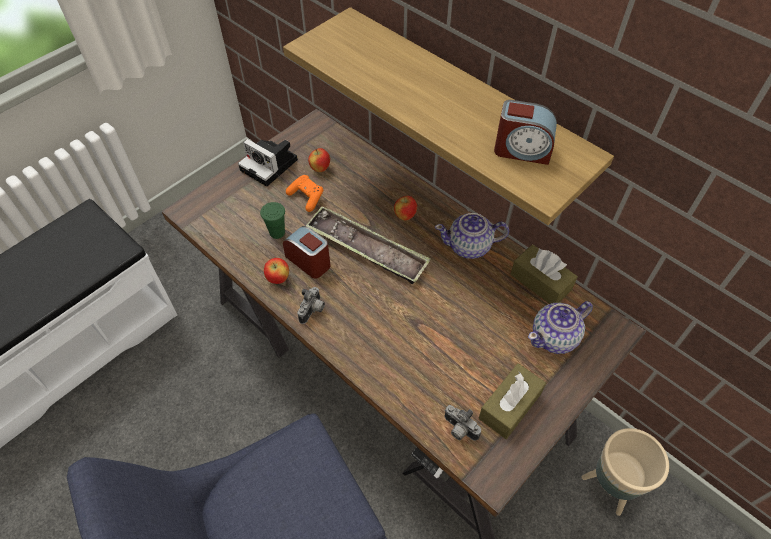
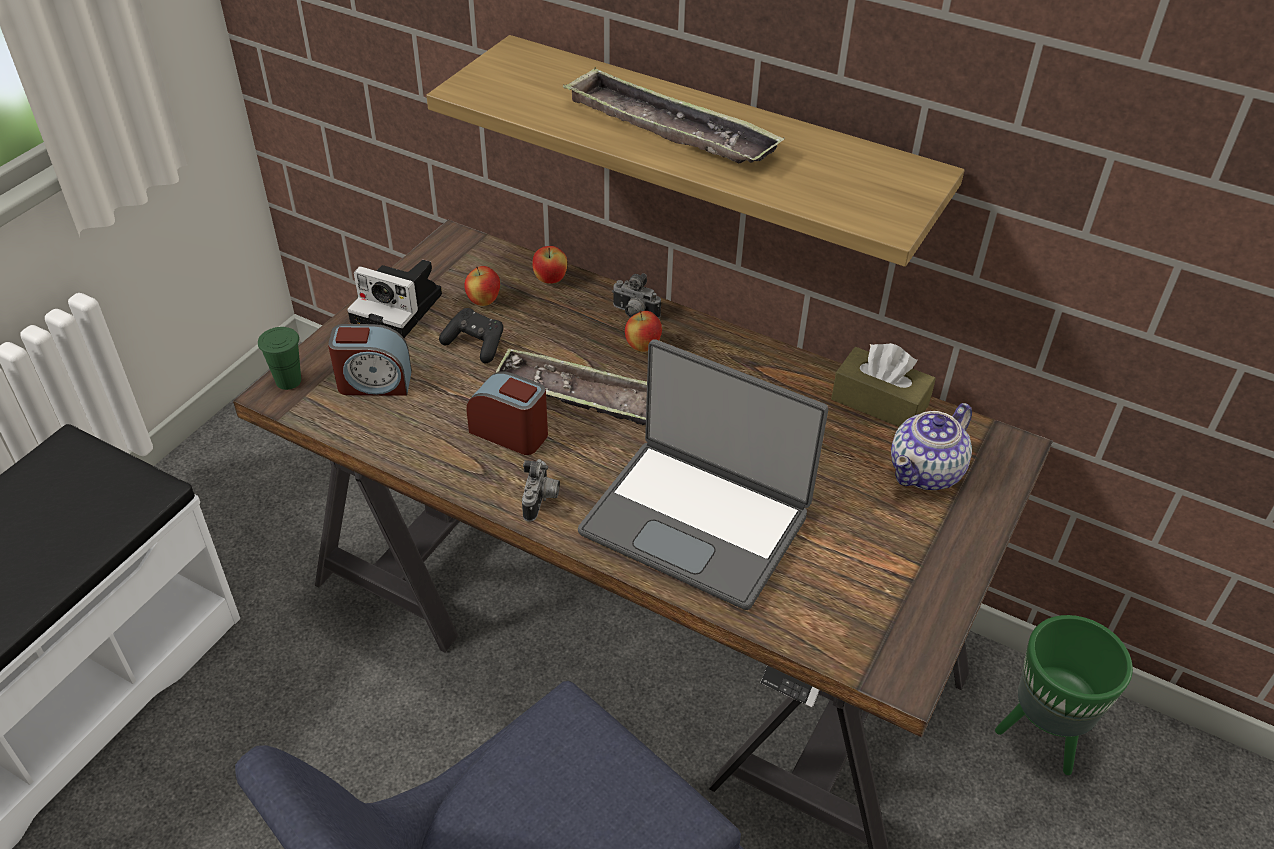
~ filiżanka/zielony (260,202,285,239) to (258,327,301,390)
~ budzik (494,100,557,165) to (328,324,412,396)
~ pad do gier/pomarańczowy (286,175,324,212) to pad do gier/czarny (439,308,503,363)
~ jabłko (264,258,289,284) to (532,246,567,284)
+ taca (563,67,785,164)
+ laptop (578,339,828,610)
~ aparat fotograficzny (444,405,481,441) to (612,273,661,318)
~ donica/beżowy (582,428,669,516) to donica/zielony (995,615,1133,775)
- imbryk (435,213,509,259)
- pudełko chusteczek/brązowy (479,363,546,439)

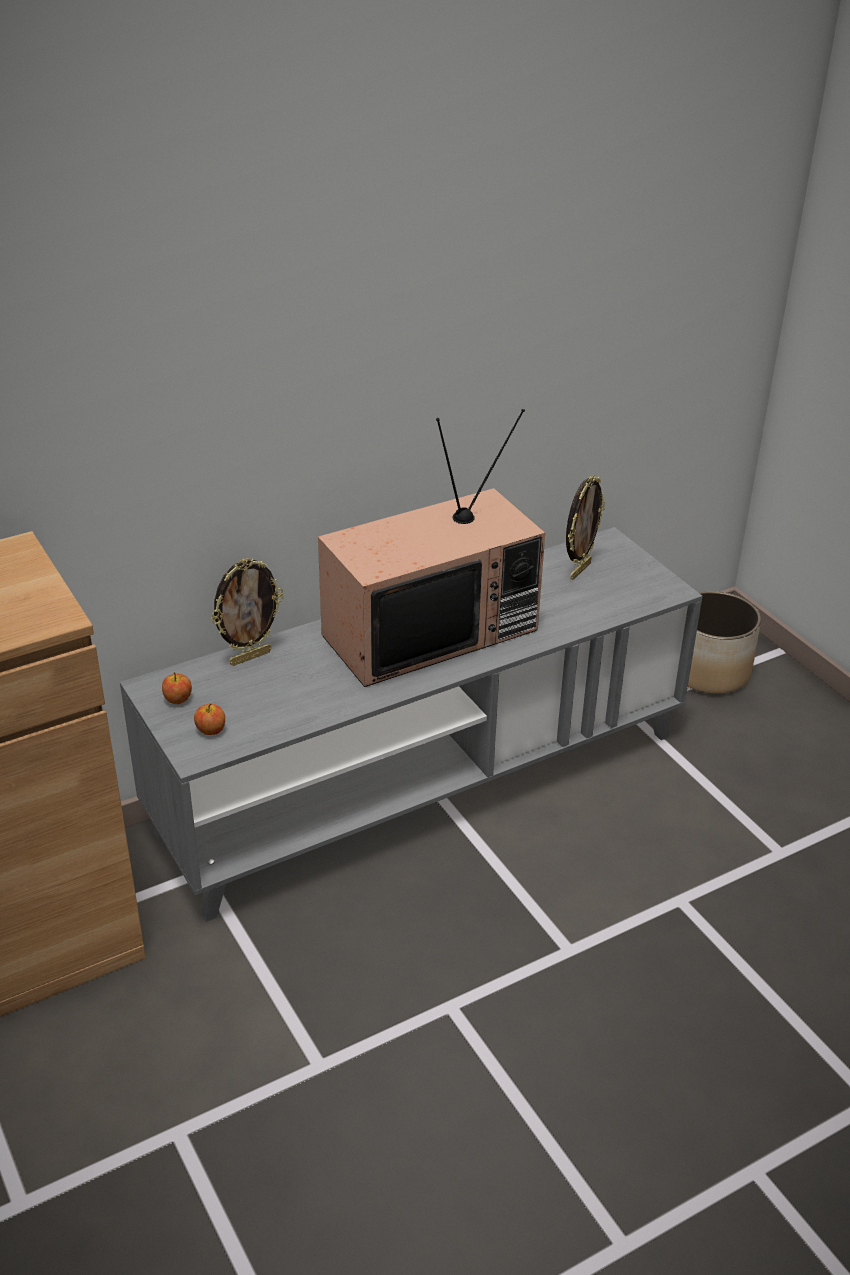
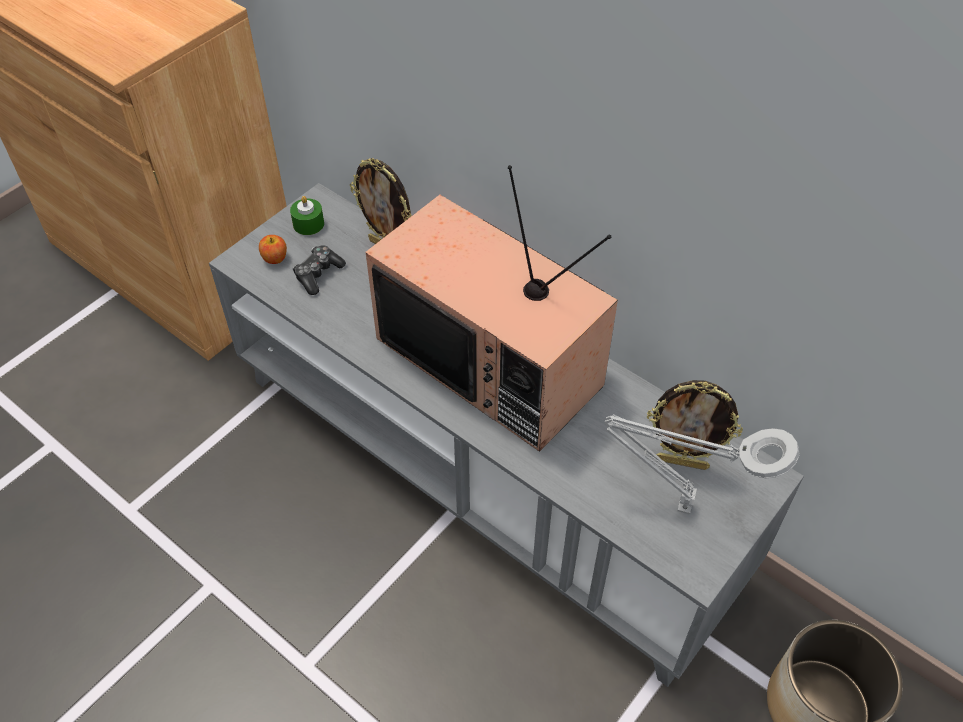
~ jabłko (162,672,192,704) to świeca/zielony (290,196,324,235)
+ pad do gier (293,245,346,295)
+ lampa stołowa/szary (604,414,799,515)

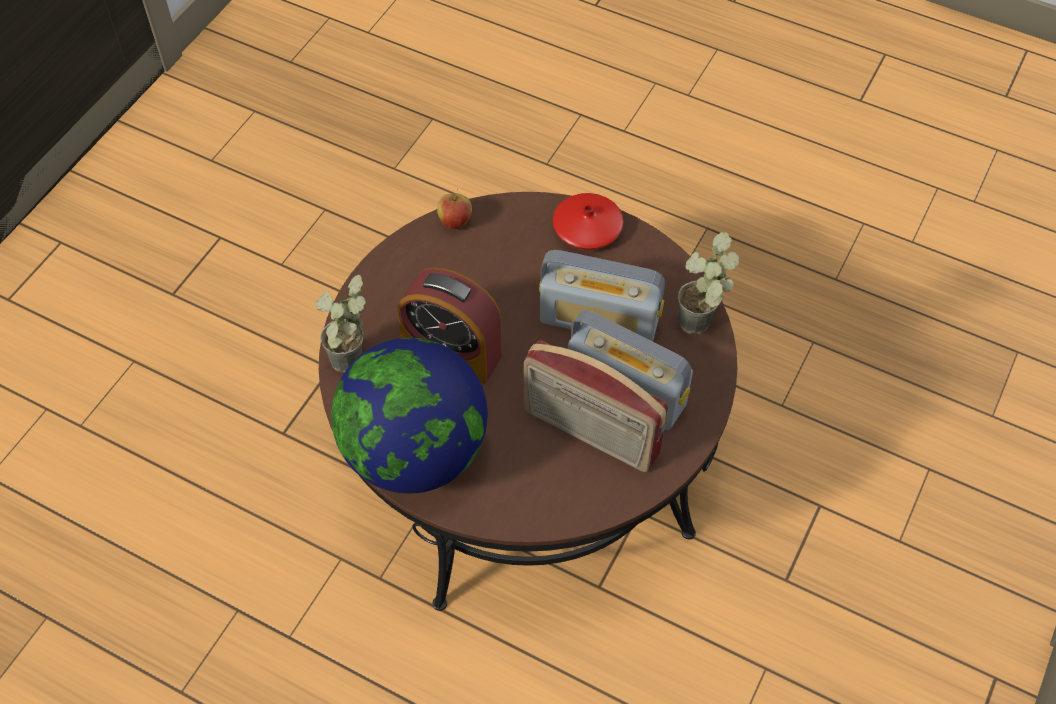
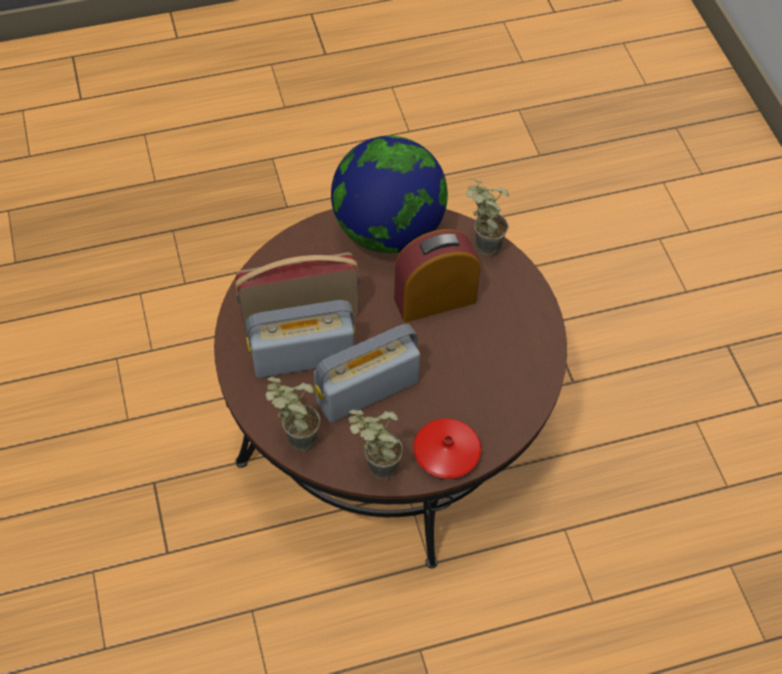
+ roślina doniczkowa (348,410,403,480)
- jabłko (437,188,472,230)

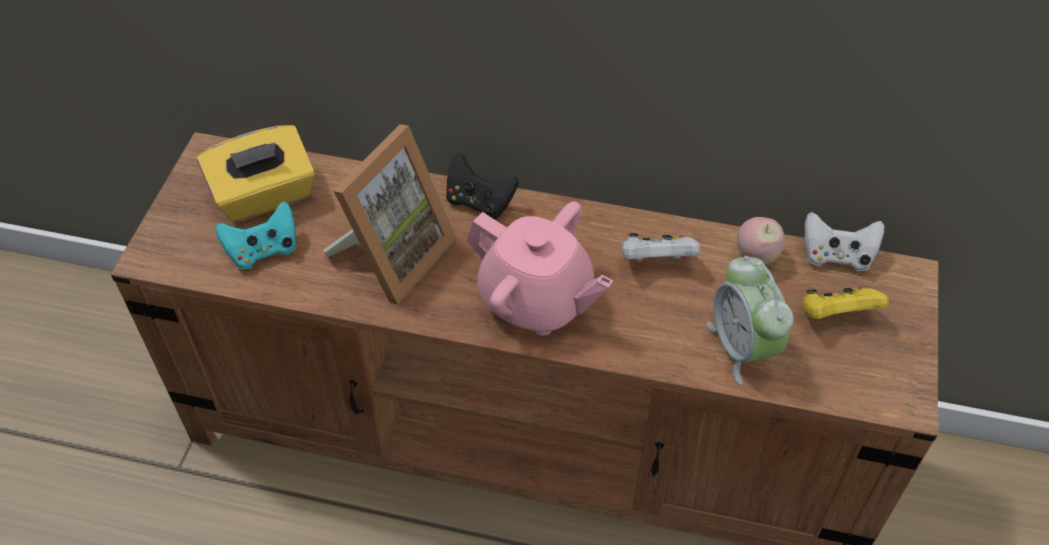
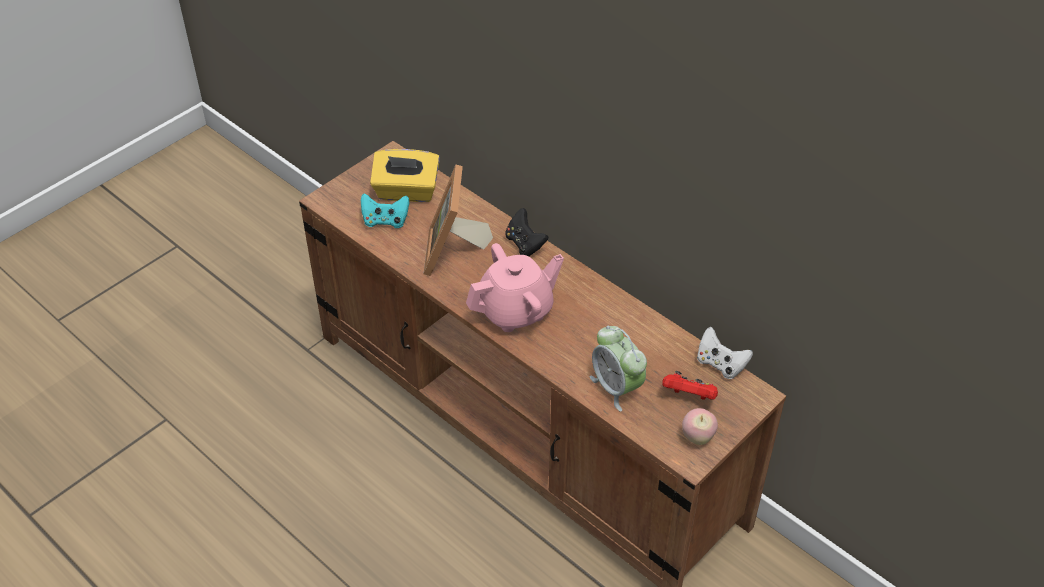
~ ramka na zdjęcie (323,124,456,305) = (424,164,493,276) 120 degrees clockwise
~ imbryk/różowy (467,201,613,336) = (466,243,564,332) 90 degrees counterclockwise
~ budzik (707,256,794,385) = (590,326,647,412) 45 degrees counterclockwise
~ pad do gier/żółty (802,287,889,319) to pad do gier/czerwony (662,371,718,400)
~ jabłko (737,217,785,265) to (682,408,718,445)
- pad do gier/biały (622,233,701,262)

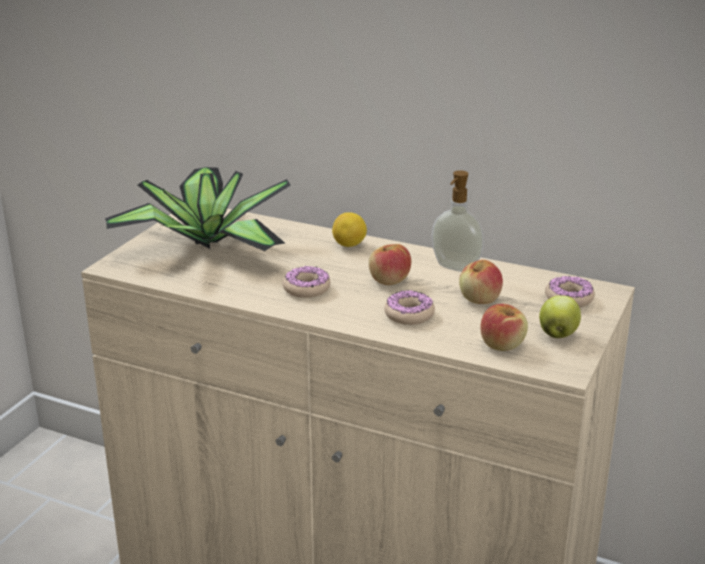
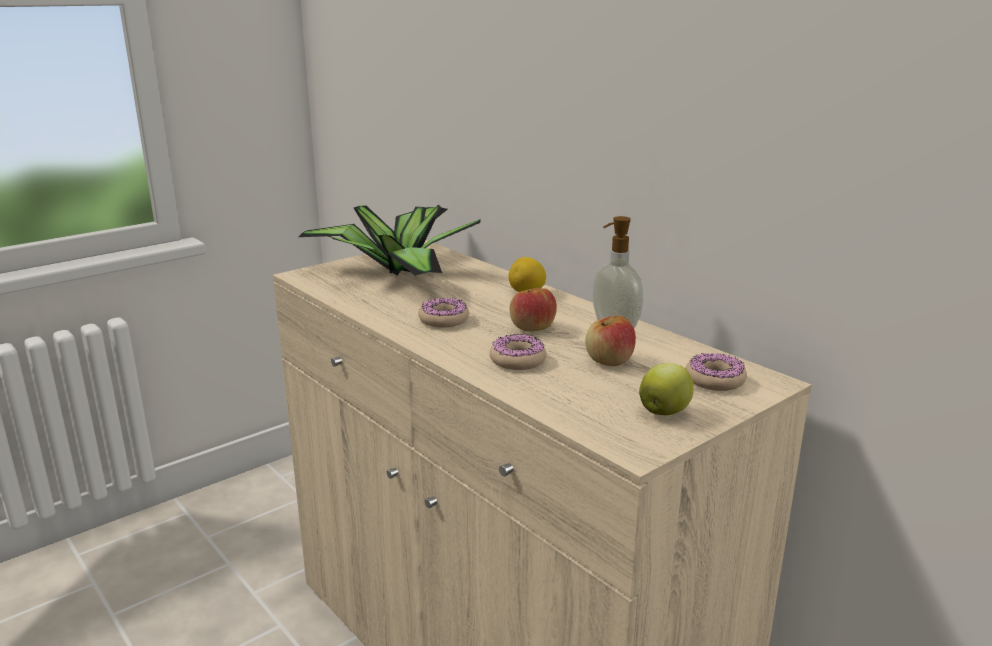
- jabłko (480,304,528,351)

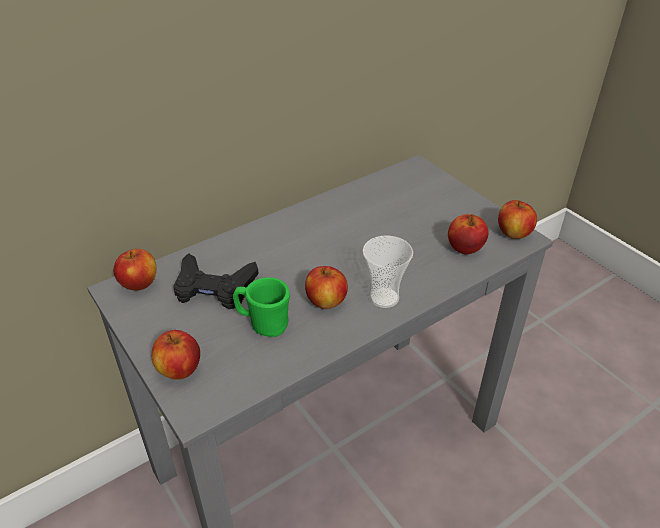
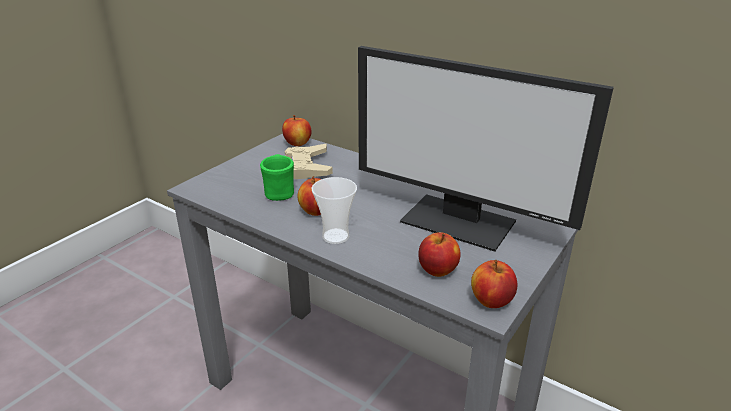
~ pad do gier/czarny (173,253,259,309) to pad do gier/beżowy (285,144,333,179)
+ monitor (358,46,614,252)
- jabłko (152,330,200,380)

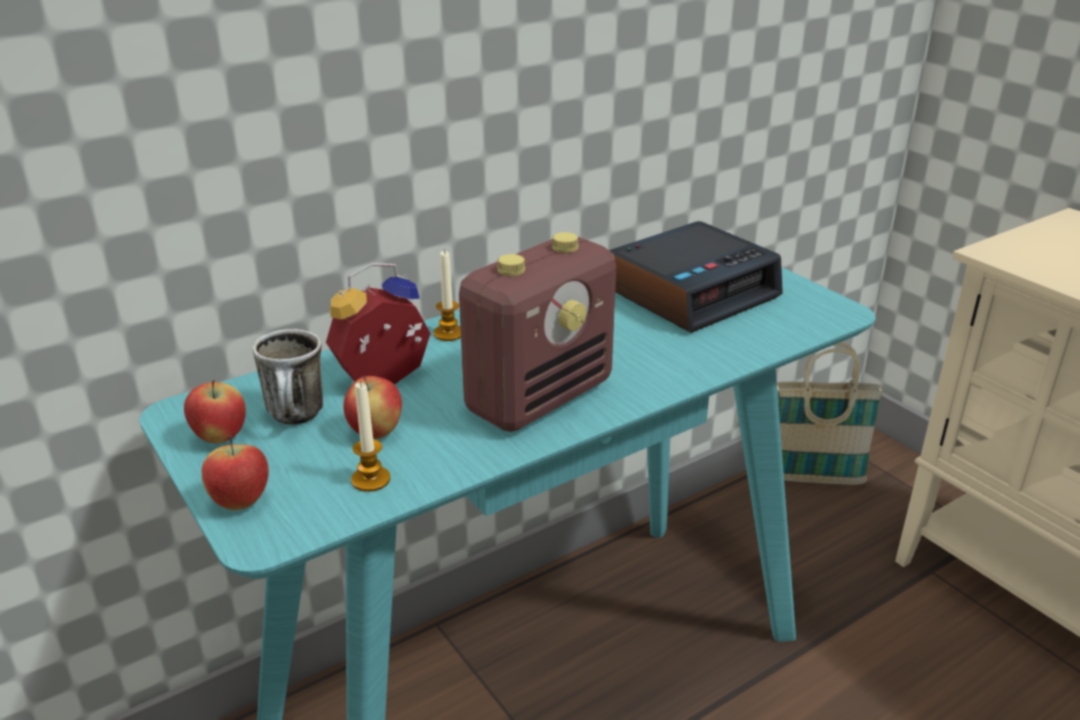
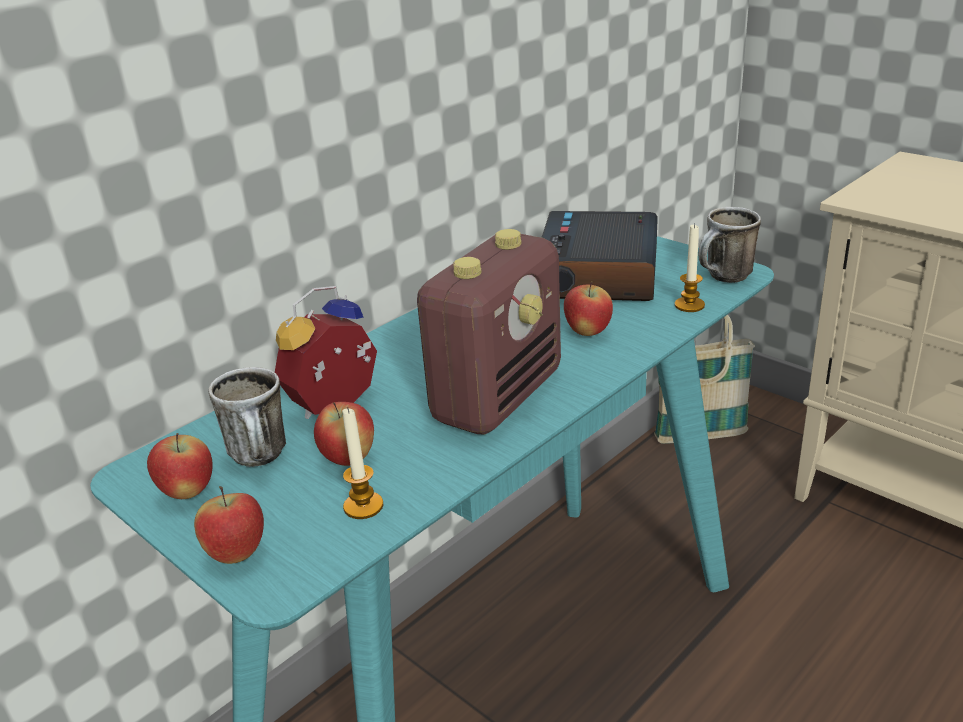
~ budzik (609,221,783,333) = (542,211,658,301) 150 degrees clockwise
+ jabłko (564,281,613,336)
~ świeca (434,250,461,341) to (675,223,705,312)
+ kubek (698,207,761,283)

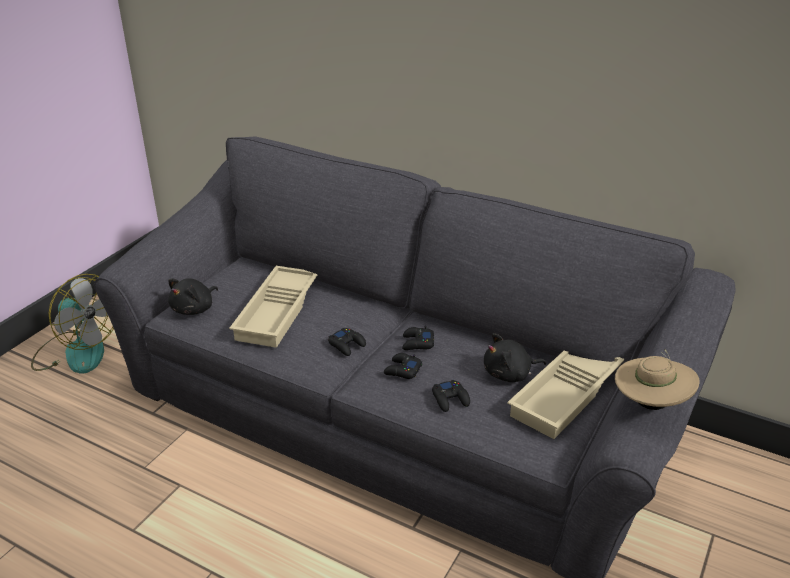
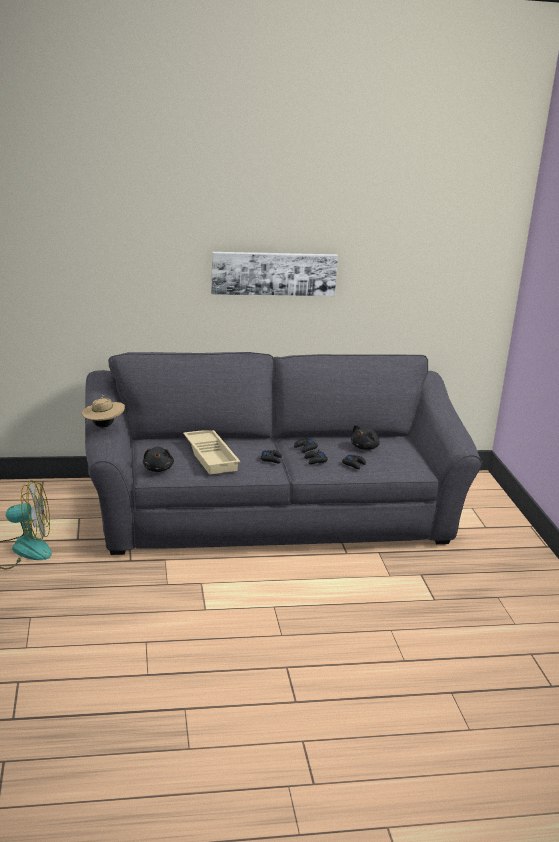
~ kapelusz/beżowy (615,349,700,410) to (81,397,125,427)
+ obraz (211,252,338,296)
- taca/beżowy (507,351,624,439)

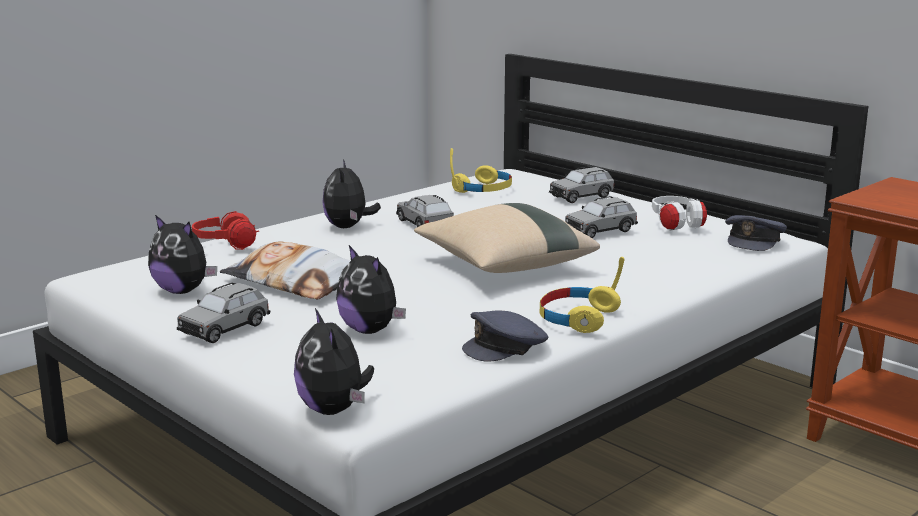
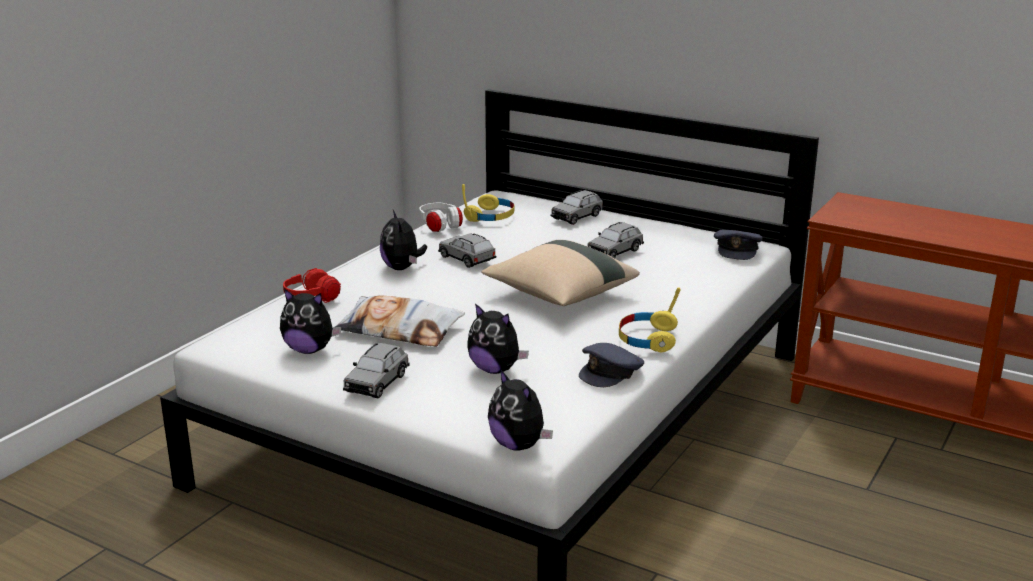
~ słuchawki/biały (652,196,707,231) to (419,203,463,233)

